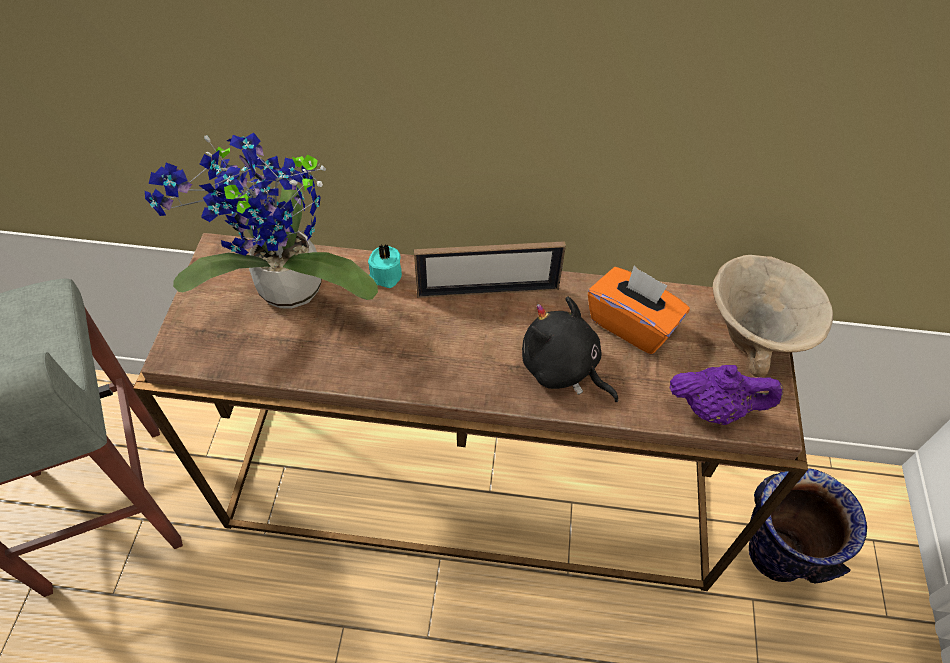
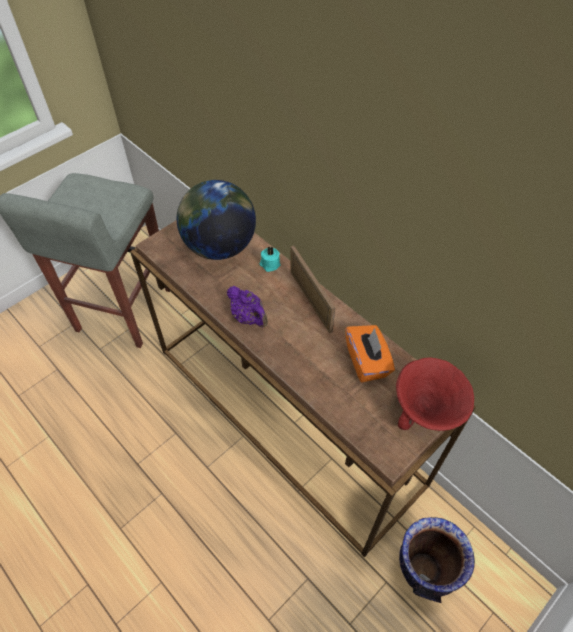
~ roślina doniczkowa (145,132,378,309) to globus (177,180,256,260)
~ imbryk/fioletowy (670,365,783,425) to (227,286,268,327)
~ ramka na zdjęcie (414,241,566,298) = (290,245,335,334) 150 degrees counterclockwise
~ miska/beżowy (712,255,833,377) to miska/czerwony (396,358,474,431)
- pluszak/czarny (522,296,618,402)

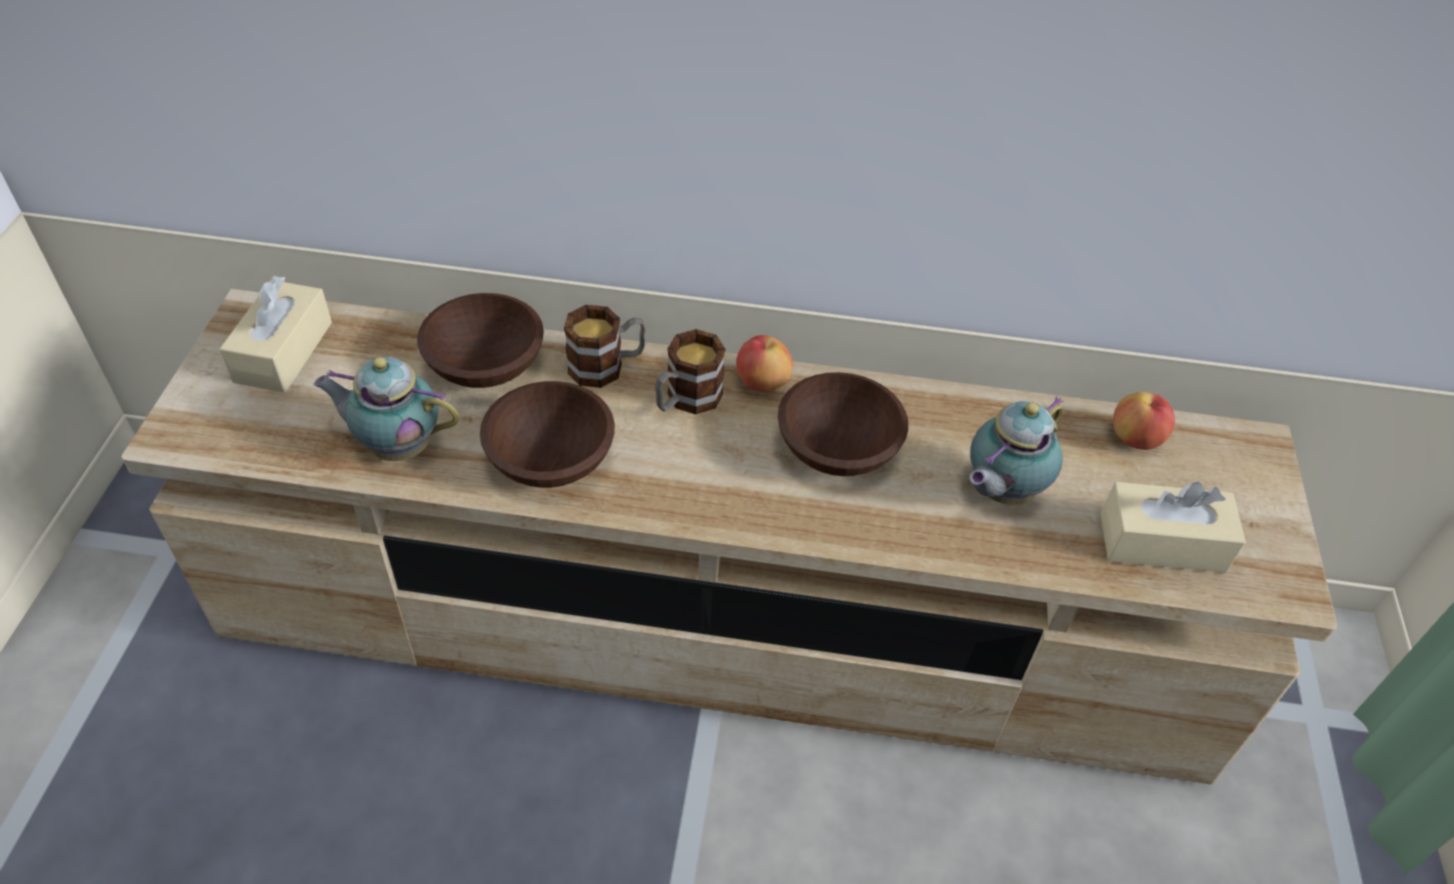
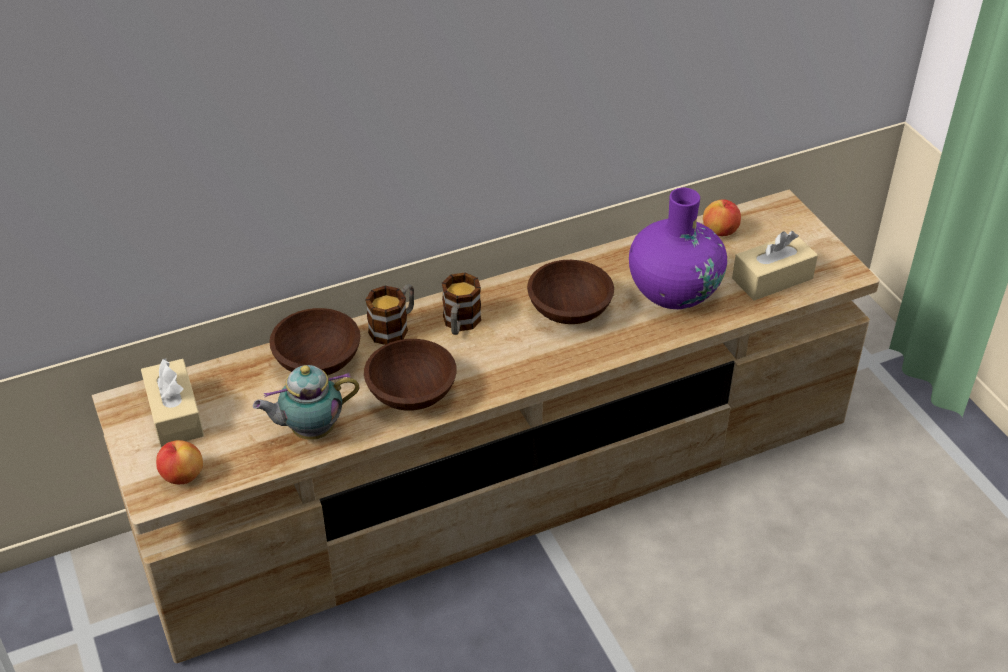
~ jabłko (736,335,793,392) to (156,440,203,484)
~ imbryk (969,397,1064,505) to wazon/fioletowy (629,188,727,309)

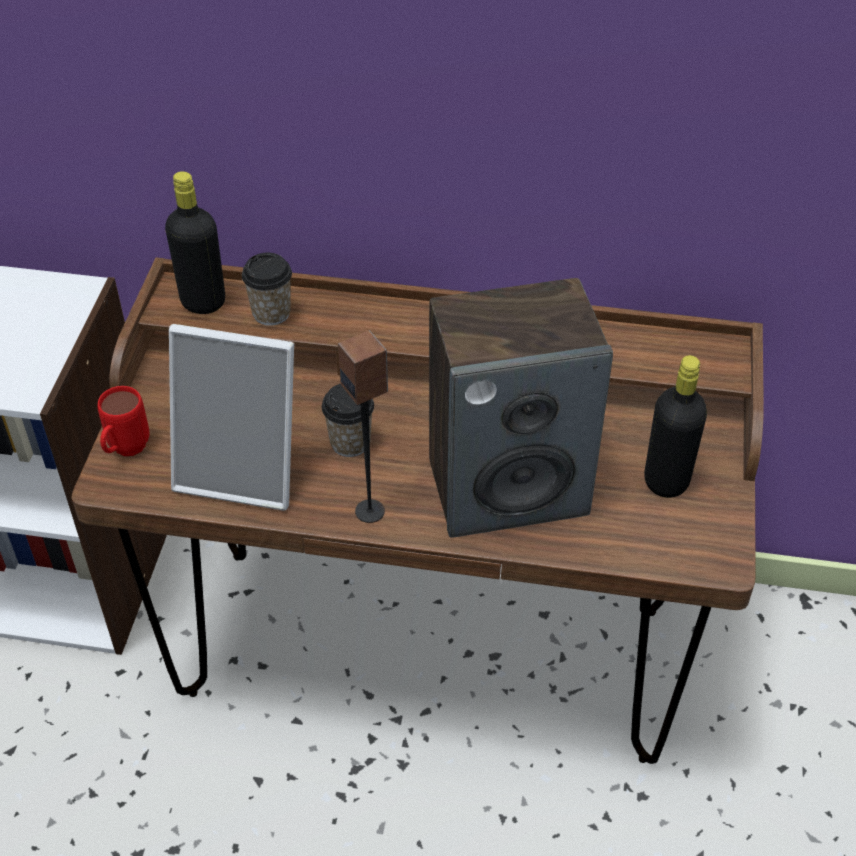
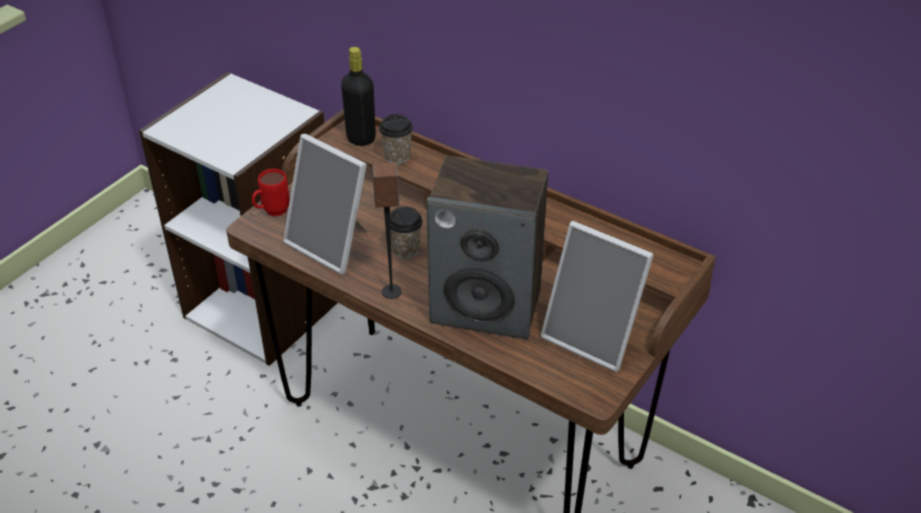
~ butelka/czarny (644,355,707,498) to ramka na zdjęcie (540,221,654,372)

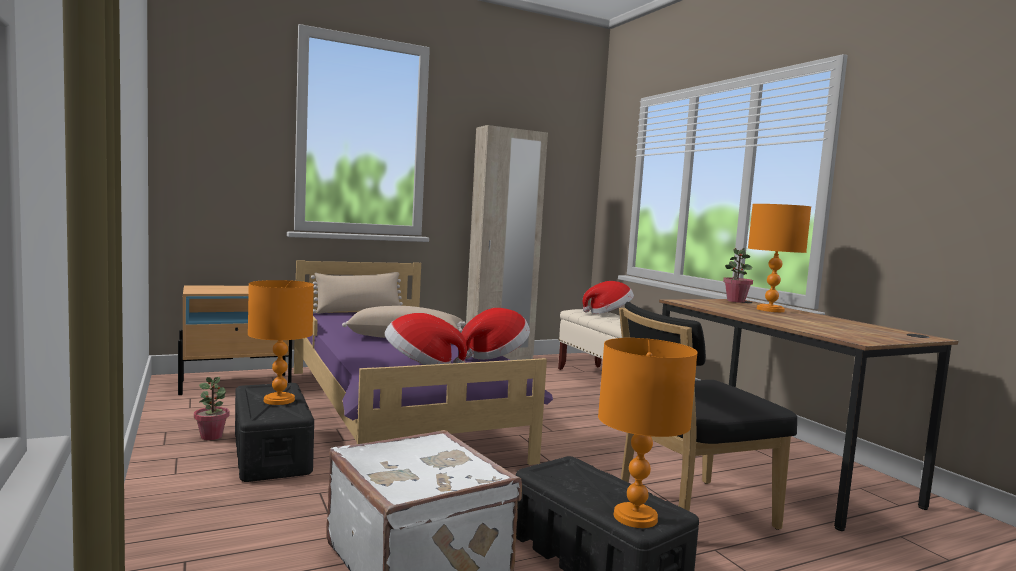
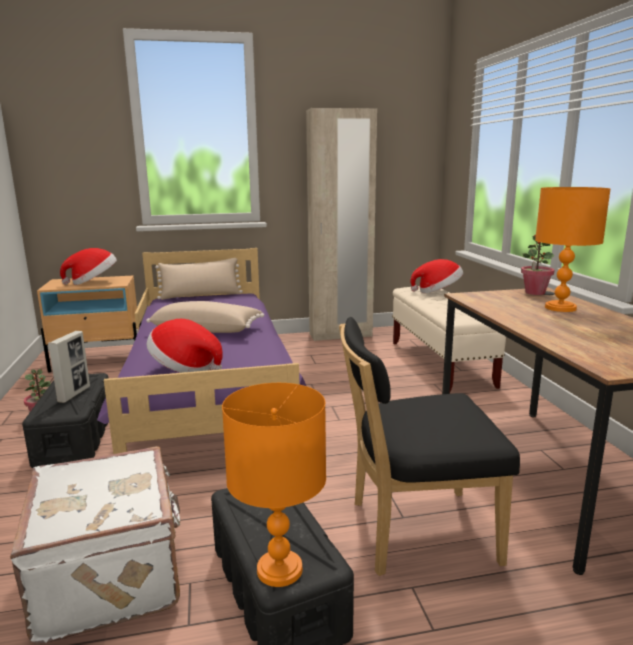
~ lampa stołowa/pomarańczowy (248,280,314,405) to ramka na zdjęcie (48,331,90,403)
~ kapelusz (461,308,530,360) to (60,248,117,285)

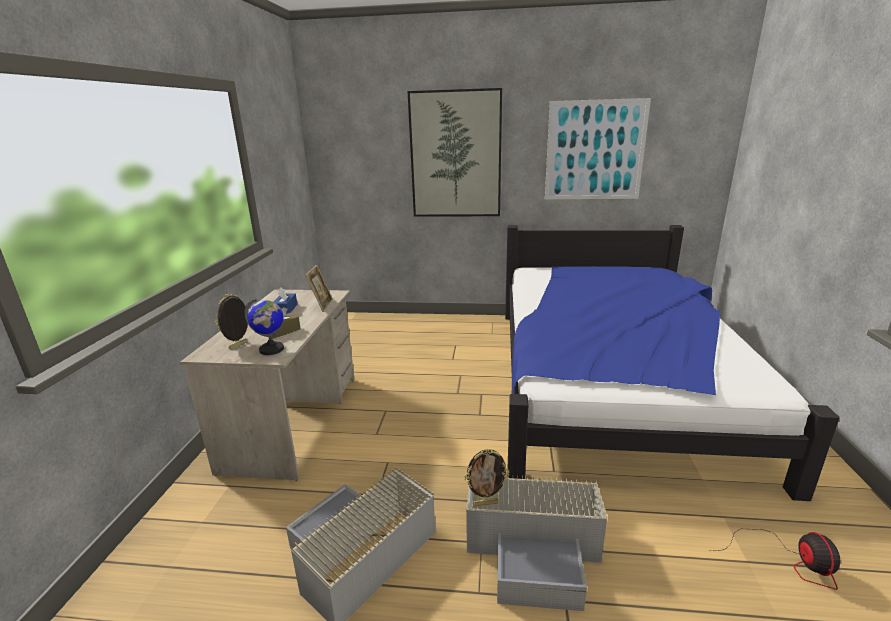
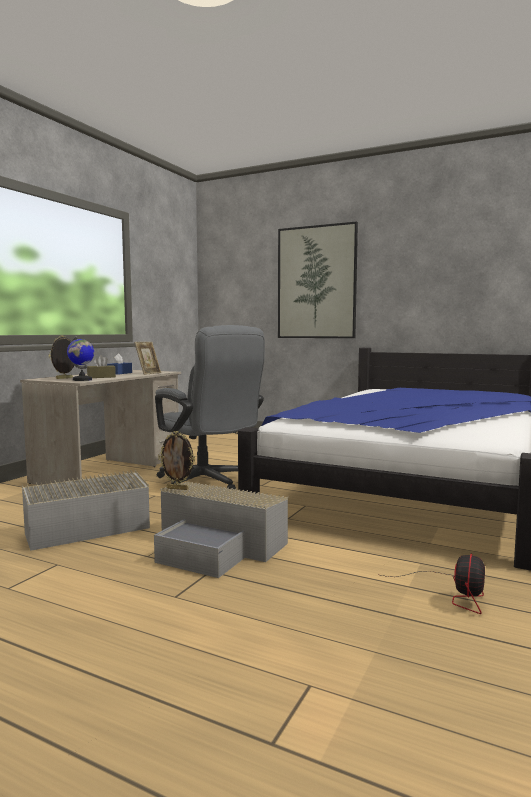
+ krzesło biurowe/szary (155,325,265,490)
- obraz (545,98,651,199)

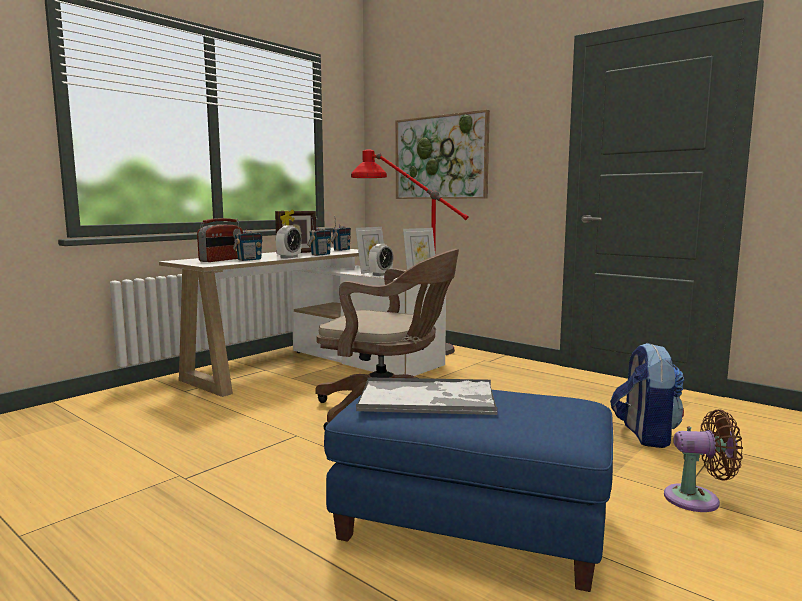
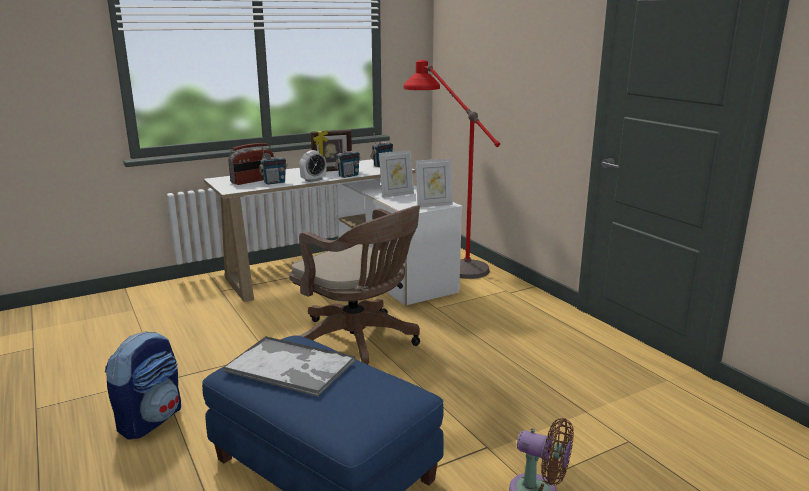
~ plecak (610,343,684,448) to (105,331,181,440)
- budzik (368,244,393,276)
- obraz (396,110,490,199)

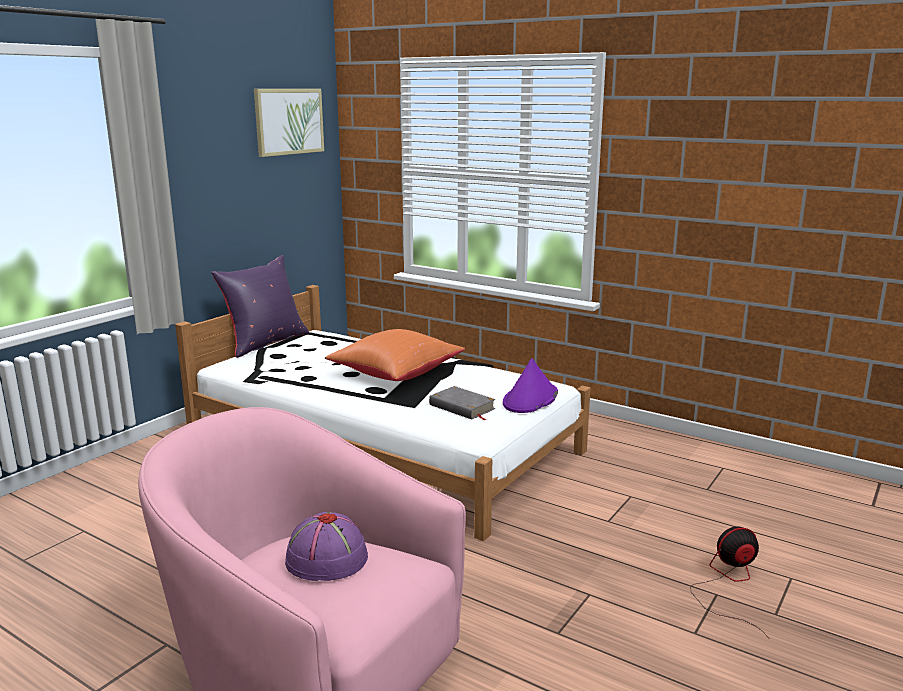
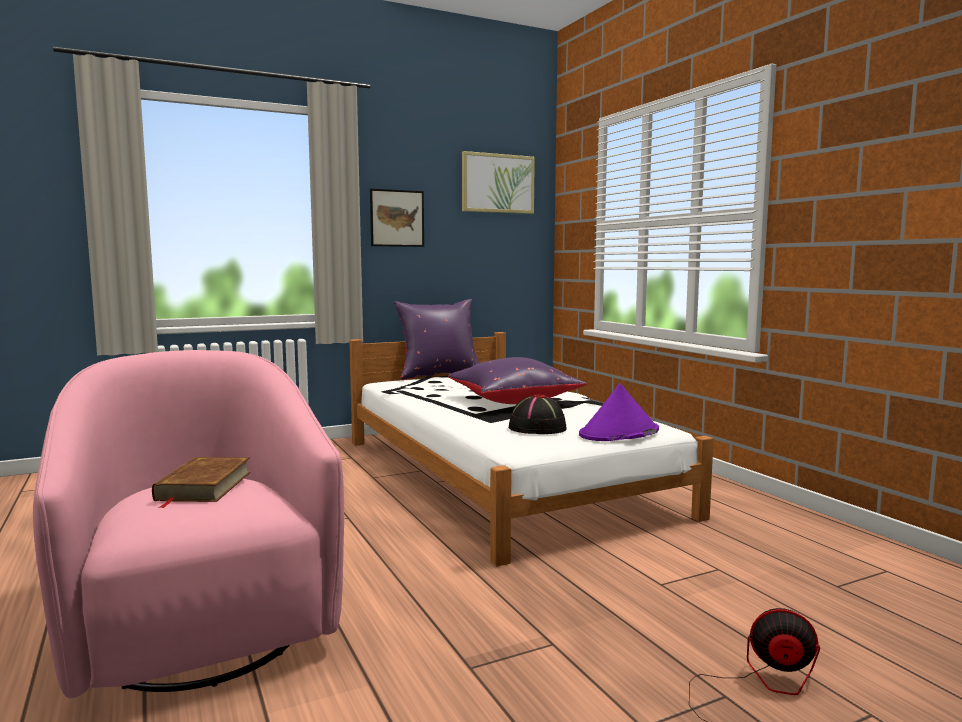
~ kapelusz/fioletowy (285,512,368,581) to książka/brązowy (152,457,250,508)
+ obraz (370,189,424,247)
~ poduszka/pomarańczowy (326,329,465,381) to poduszka/fioletowy (448,357,586,404)
~ książka/szary (429,386,496,420) to kapelusz/czarny (509,394,567,434)

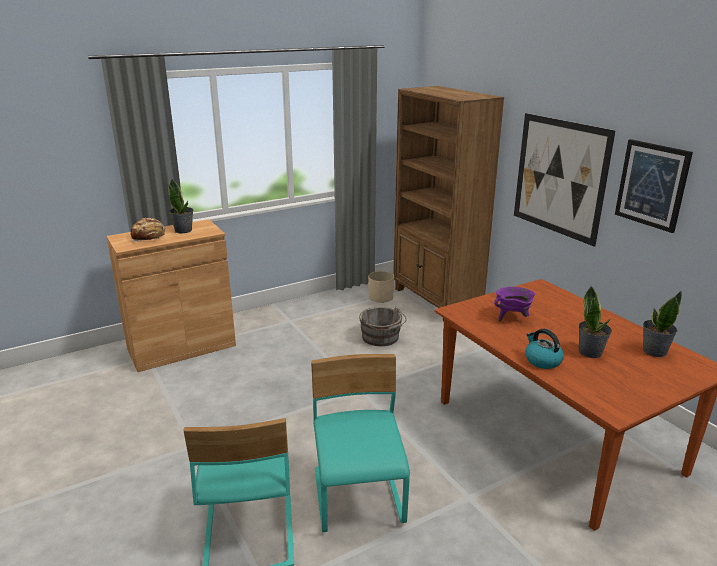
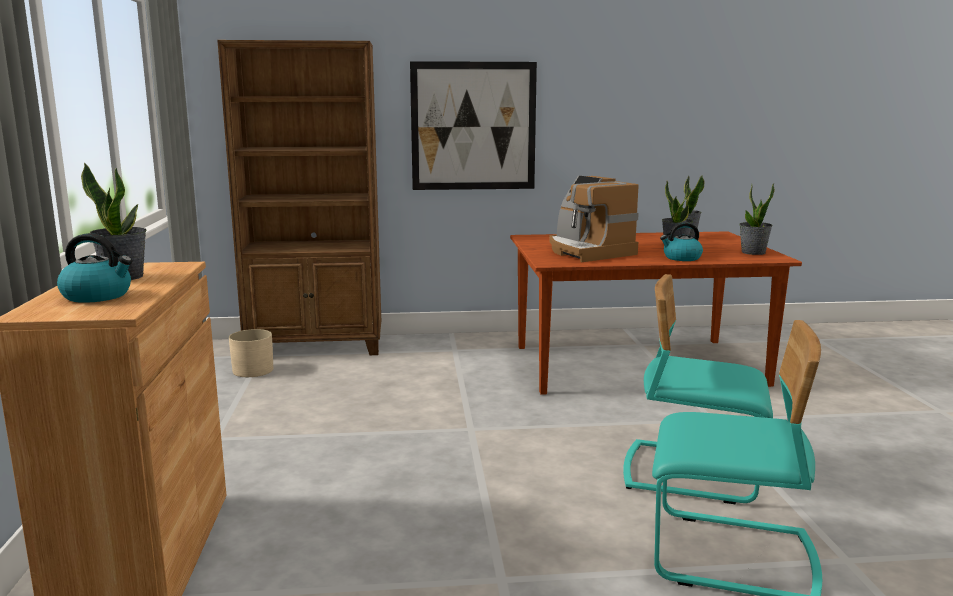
~ chleb (131,218,165,242) to czajnik (57,233,132,303)
~ garnek/fioletowy (494,287,535,321) to ekspres do kawy (549,175,639,262)
+ roślina doniczkowa (739,183,775,255)
- wiadro/szary (359,307,407,346)
- obraz (615,139,693,233)

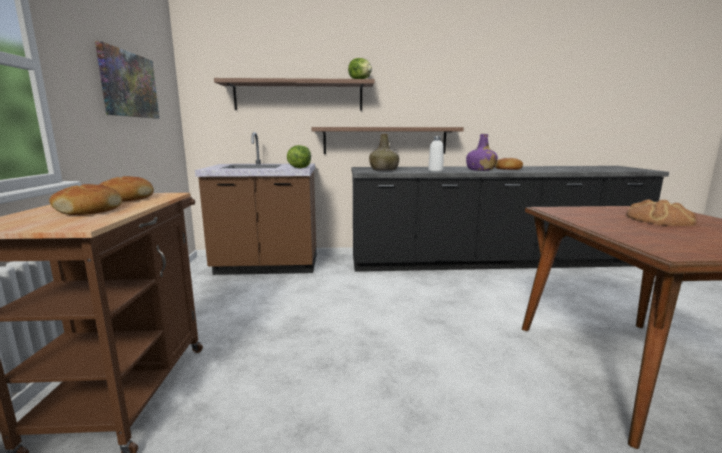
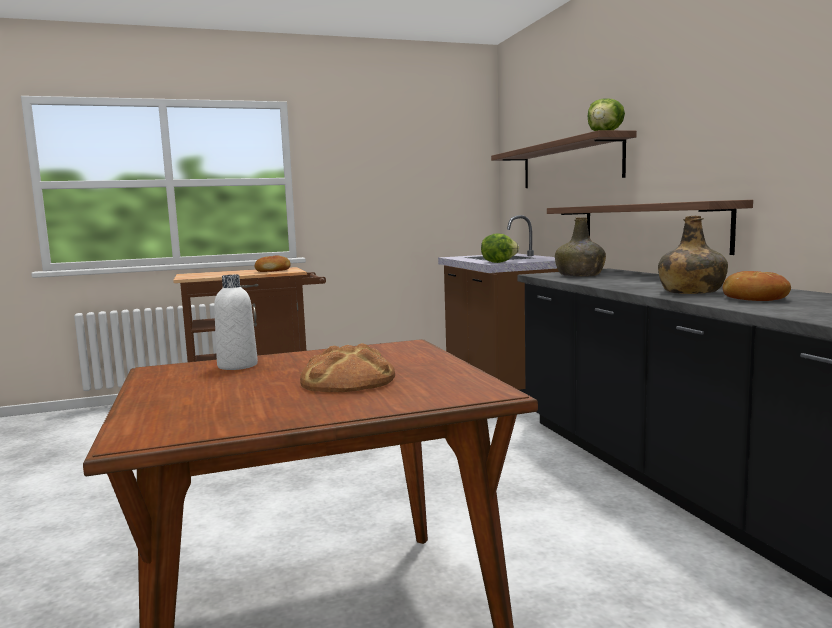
~ butelka/biały (428,136,444,172) to (214,275,258,370)
~ butelka/fioletowy (466,134,498,171) to butelka/zielony (658,216,728,294)
- chleb (49,184,122,215)
- obraz (95,41,159,118)

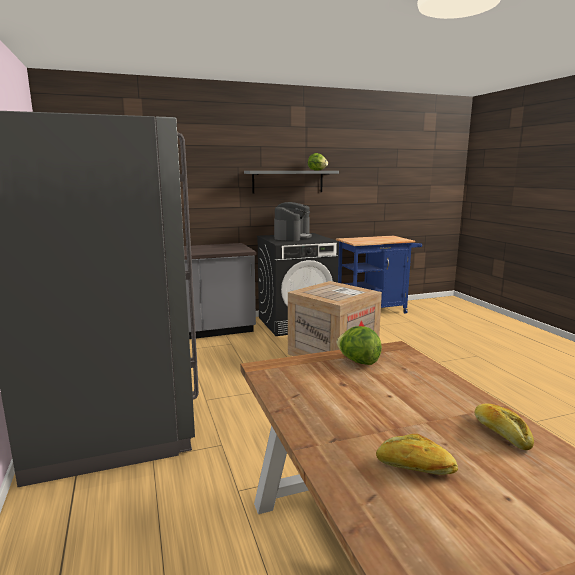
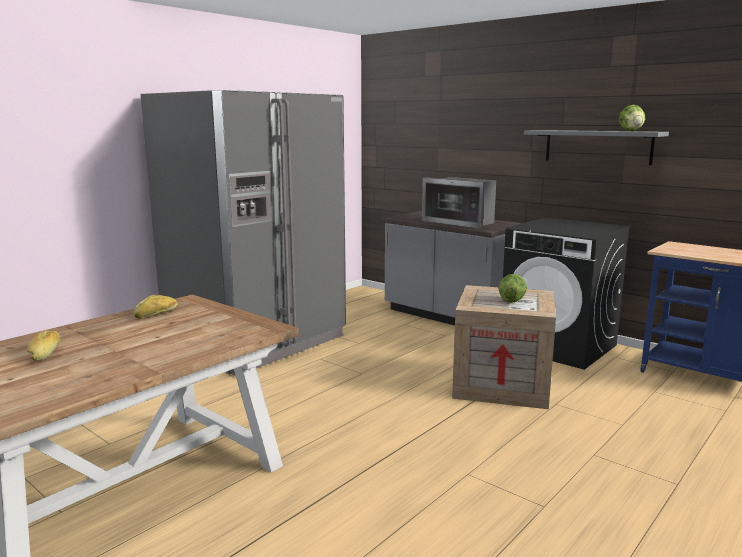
~ chleb (475,403,534,450) to (134,295,178,319)
+ mikrofalówka (422,177,496,229)
~ sałata (337,326,382,365) to (498,274,527,303)
- ekspres do kawy (274,202,312,241)

